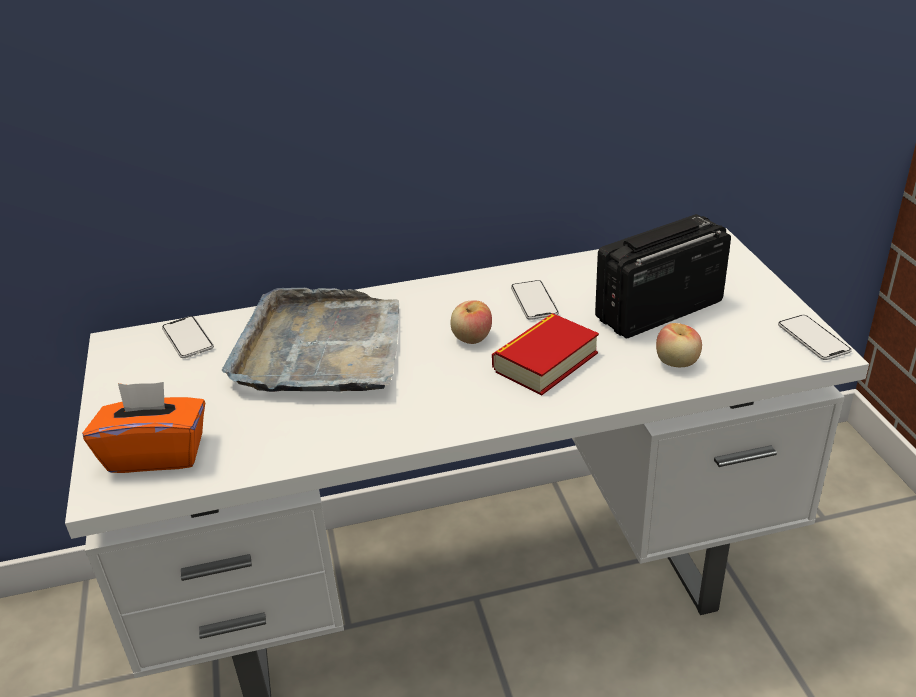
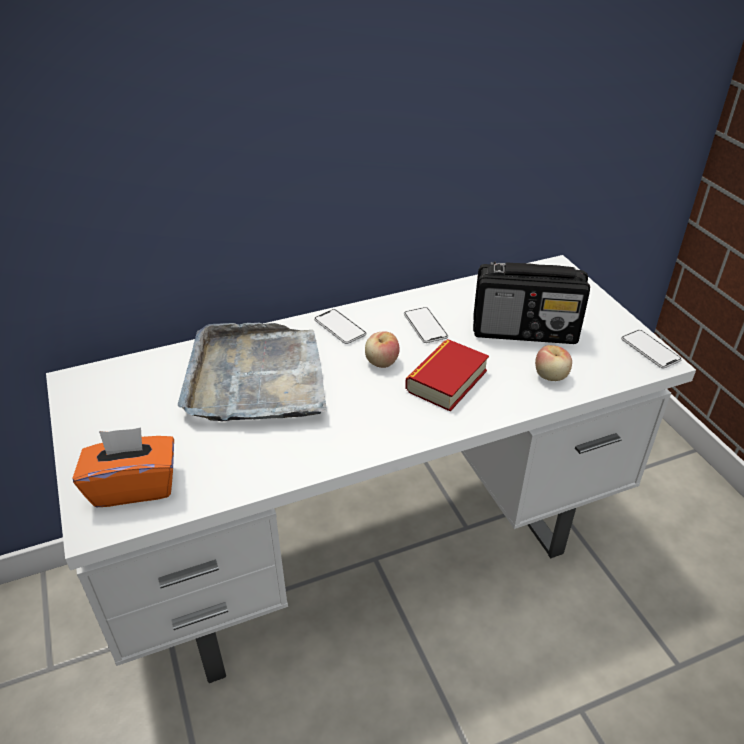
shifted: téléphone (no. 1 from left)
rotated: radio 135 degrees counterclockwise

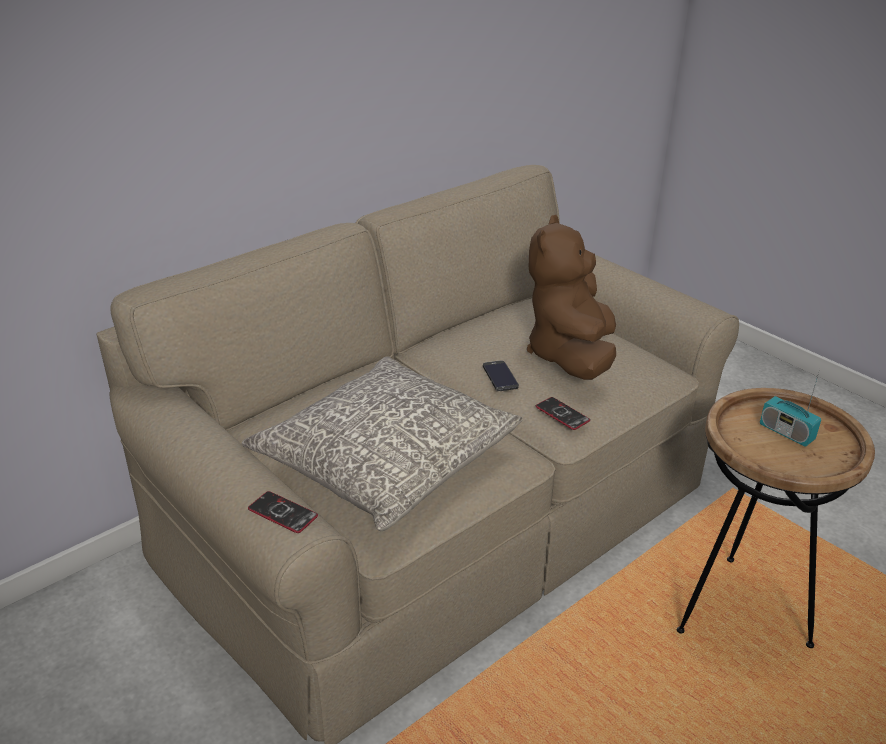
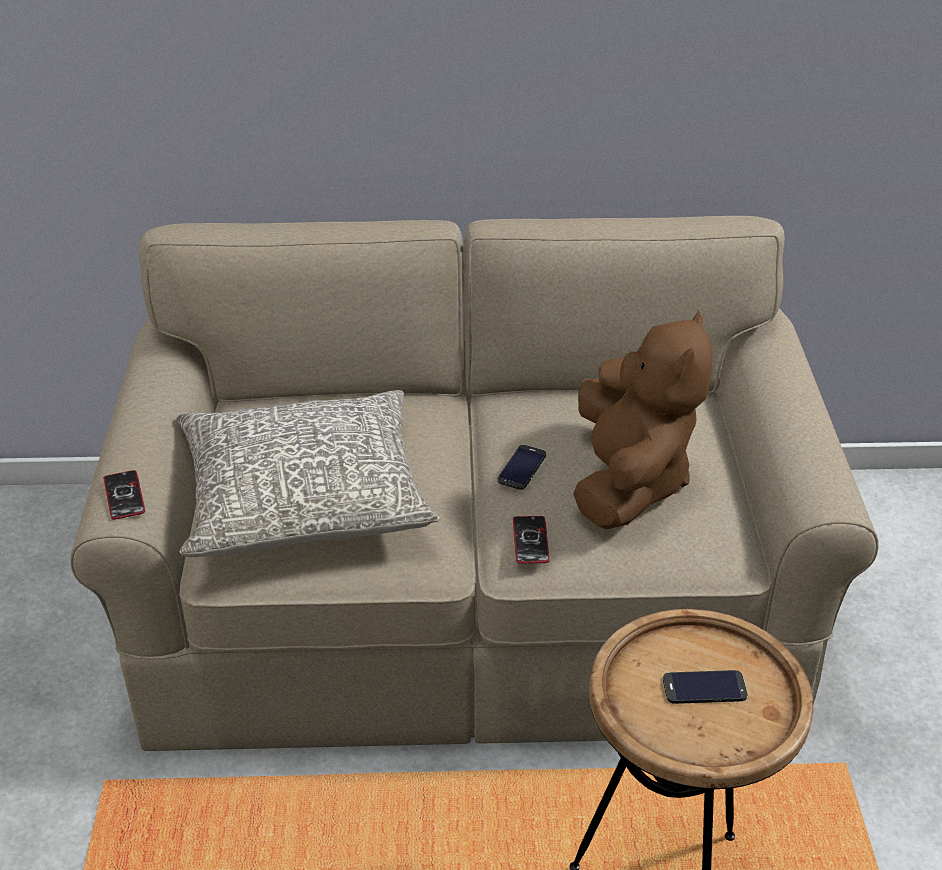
swapped: radio to téléphone (no. 4 from left)
rotated: peluche/marron 135 degrees clockwise

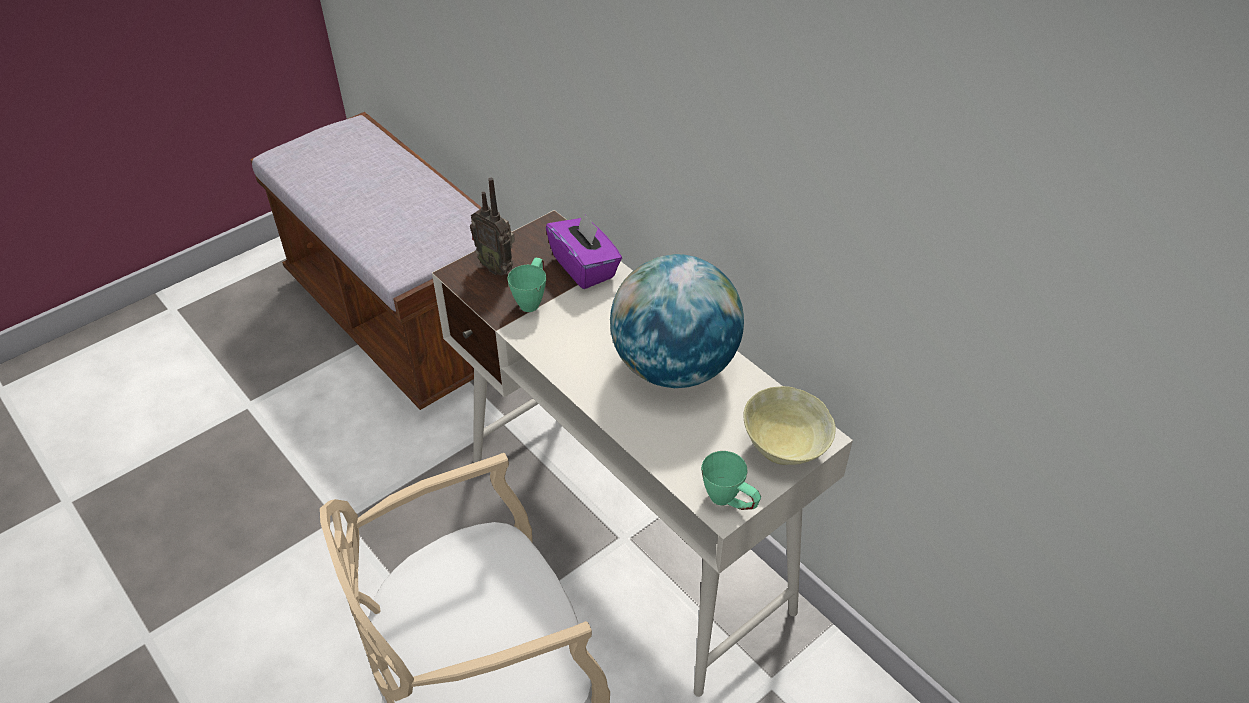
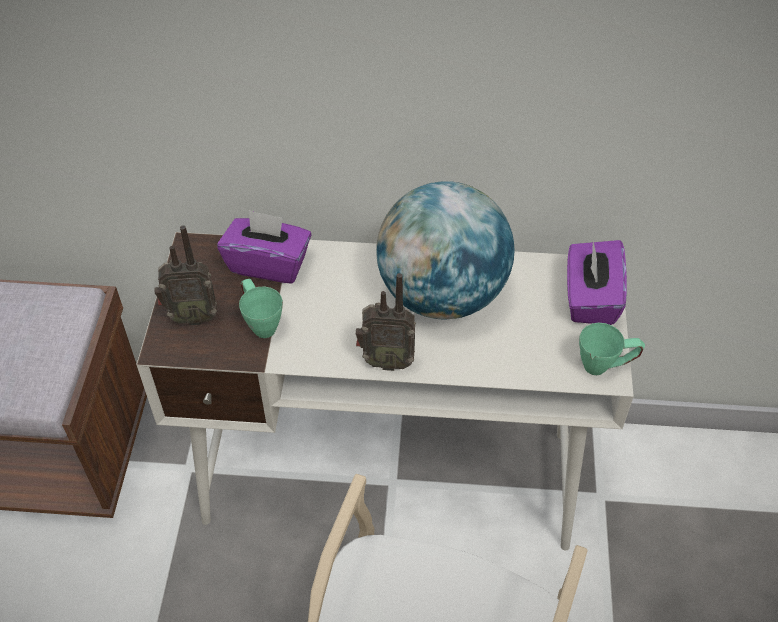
new: radio (no. 2 from left)
swapped: bol/beige to boîte à mouchoirs/violet (no. 2 from left)

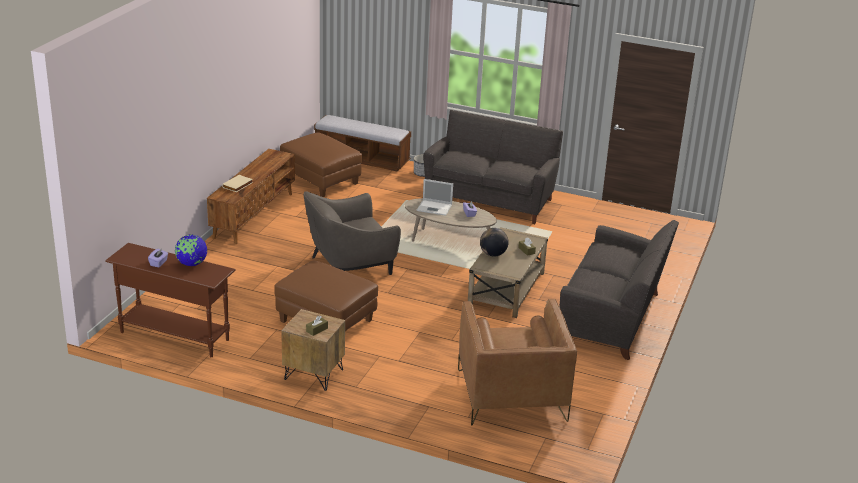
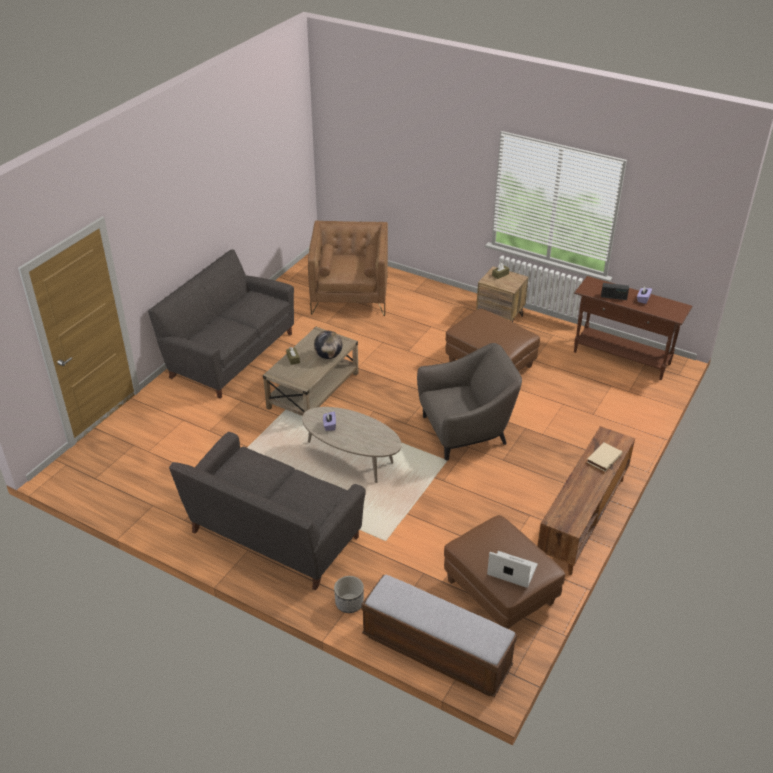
shifted: ordinateur portable
swapped: globe (no. 1 from left) to radio

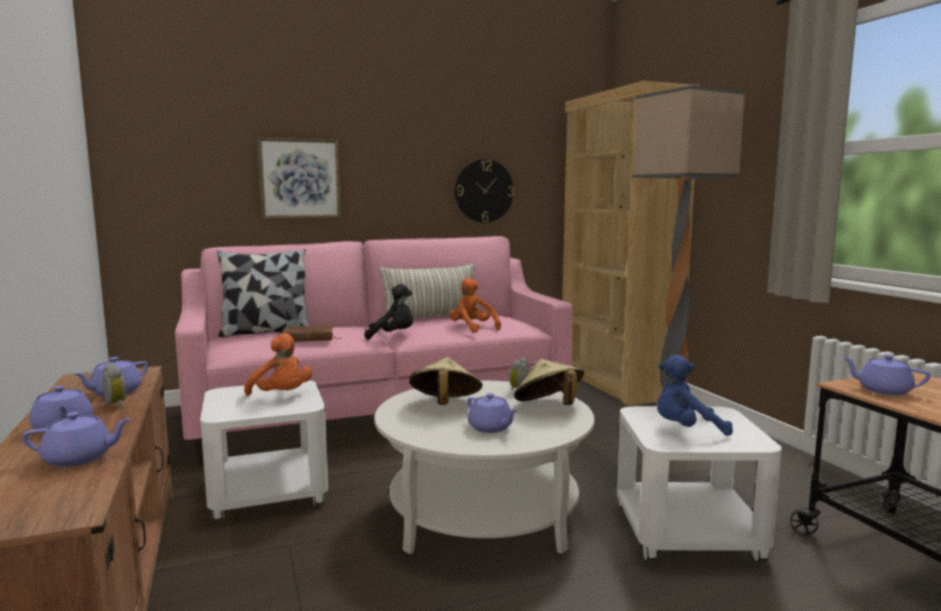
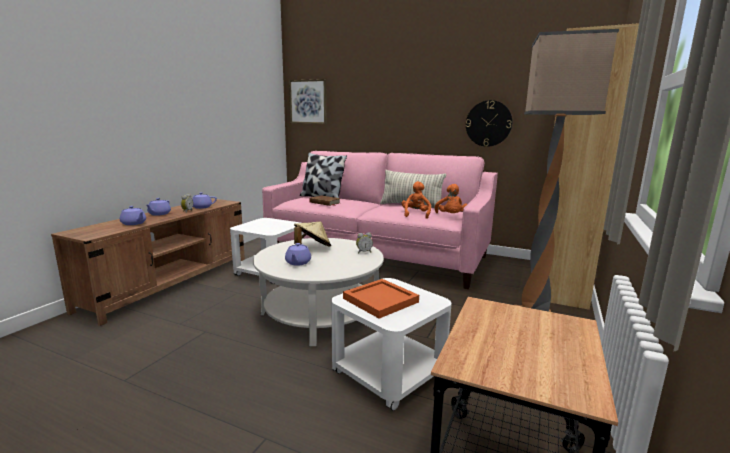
gone: peluche/noir; théière/violet (no. 5 from left); chapeau/beige (no. 2 from left)
shifted: tableau; peluche/orange (no. 1 from left in the first image) to peluche/orange (no. 2 from left)
swapped: peluche/bleu to plateau/orange

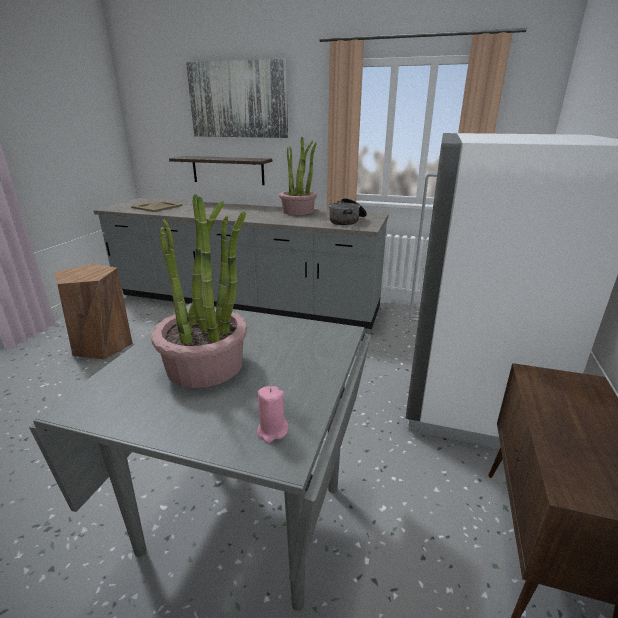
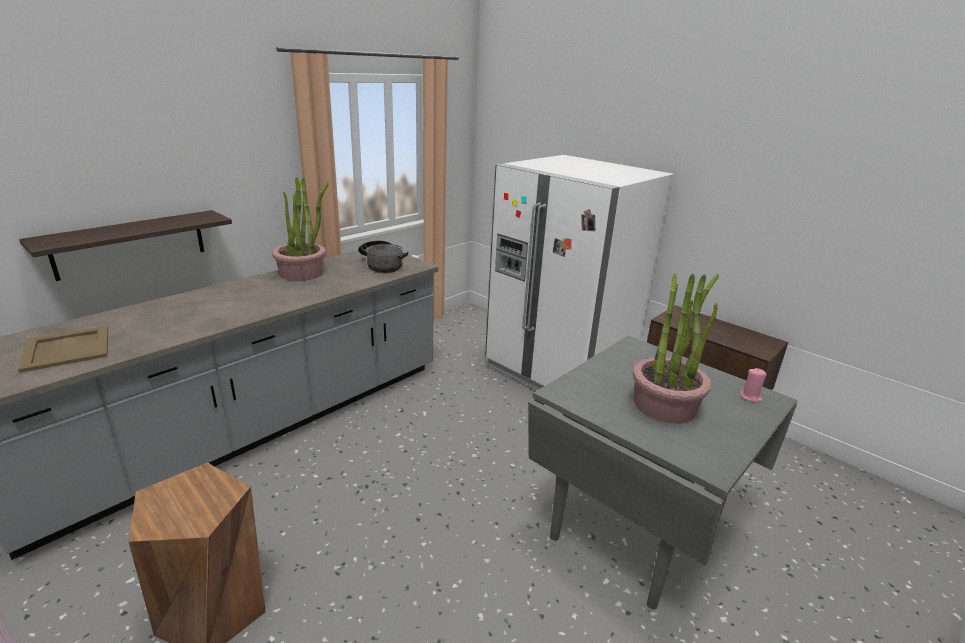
gone: tableau

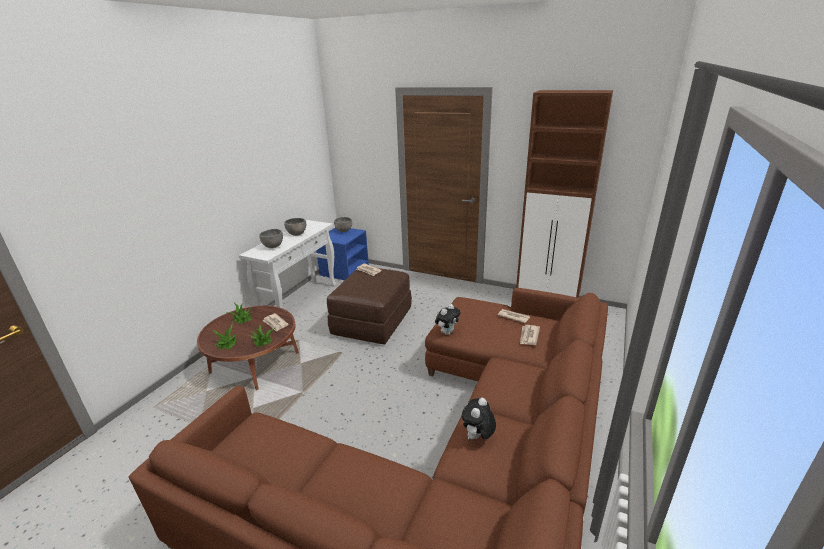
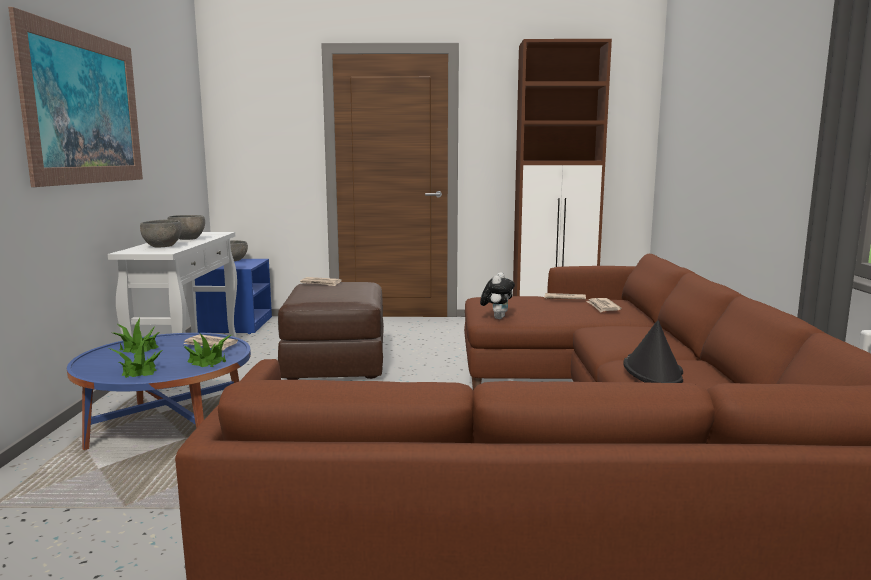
new: tableau
swapped: peluche (no. 2 from left) to chapeau/noir
repainted: table basse/marron to table basse/bleu

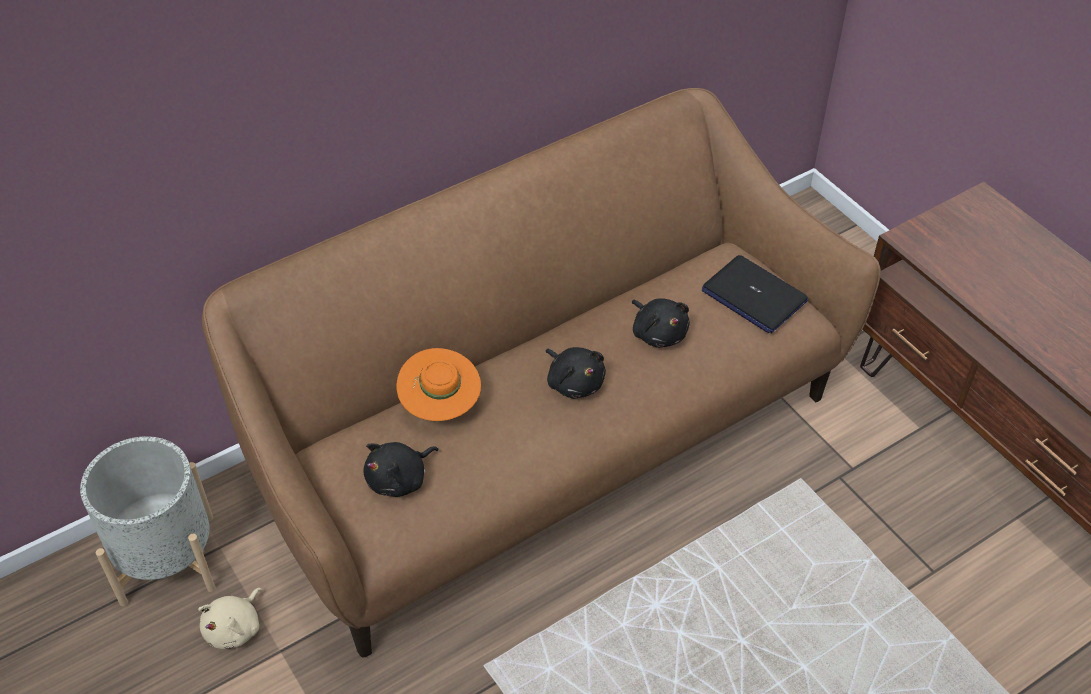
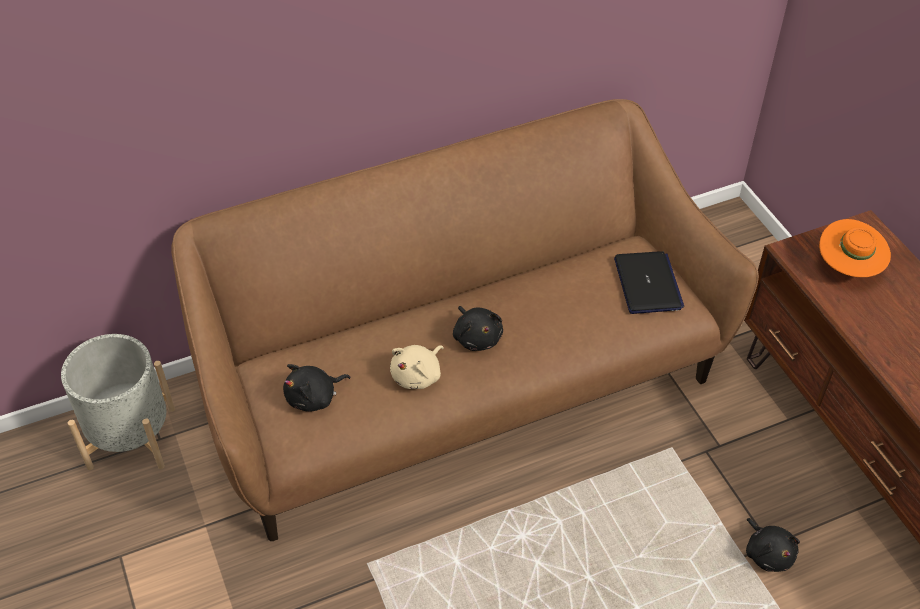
shifted: peluche/noir (no. 3 from left); chapeau/orange; peluche/beige
rotated: ordinateur portable 150 degrees counterclockwise

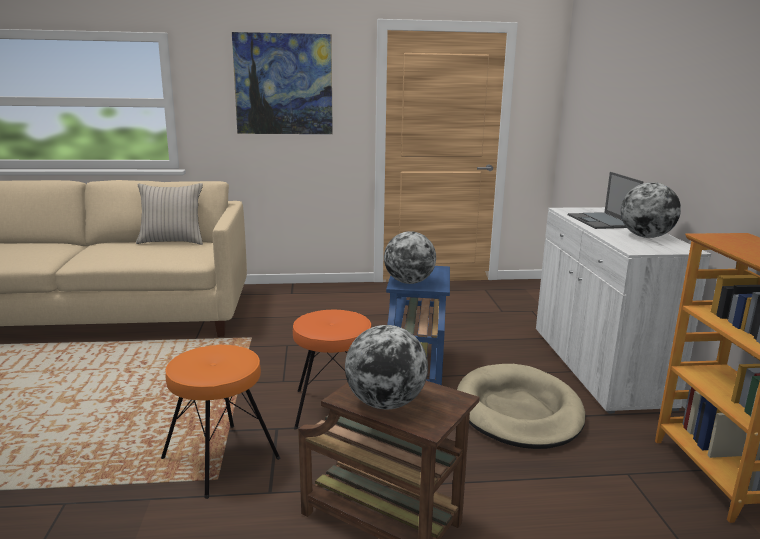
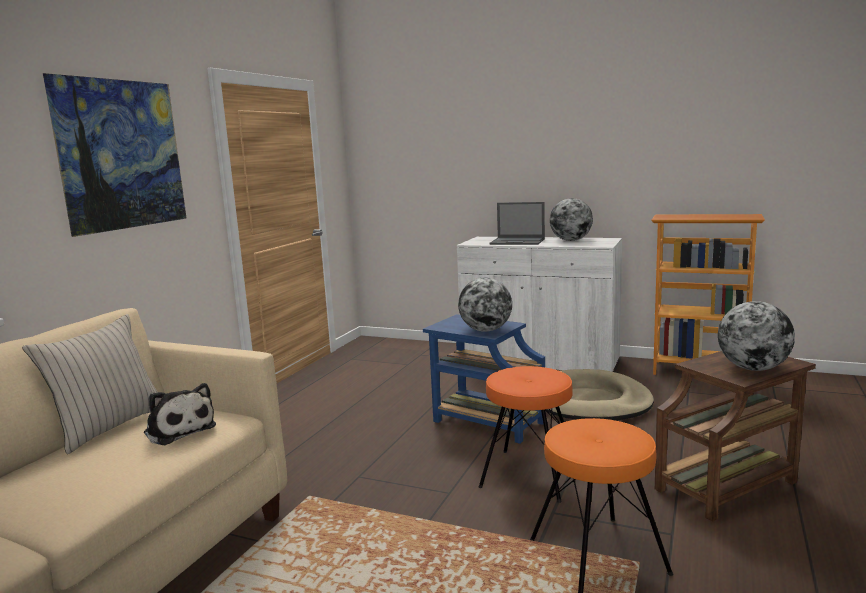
new: peluche

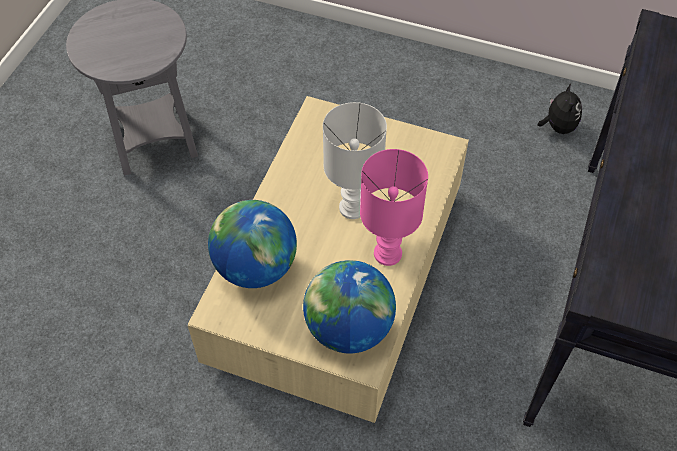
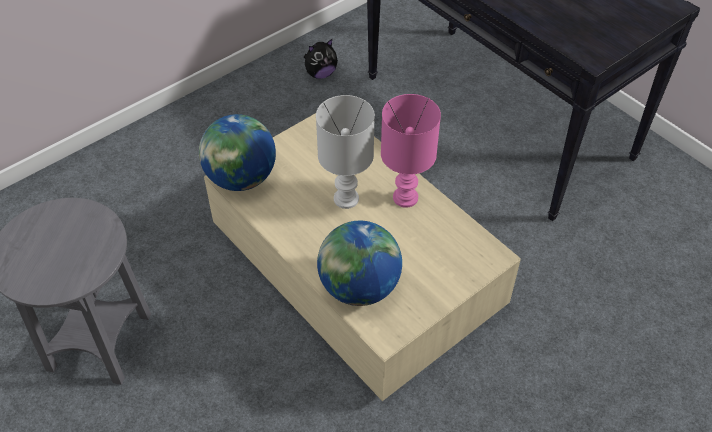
shifted: globe (no. 2 from left in the first image) to globe (no. 1 from left)
rotated: peluche 120 degrees clockwise

